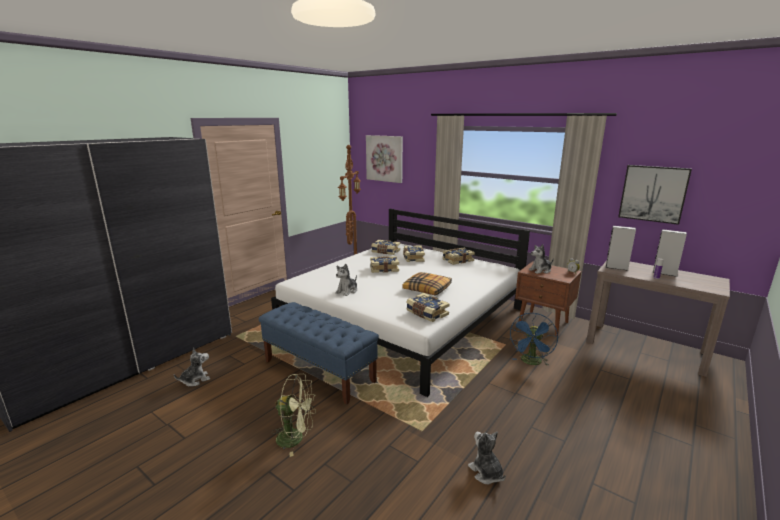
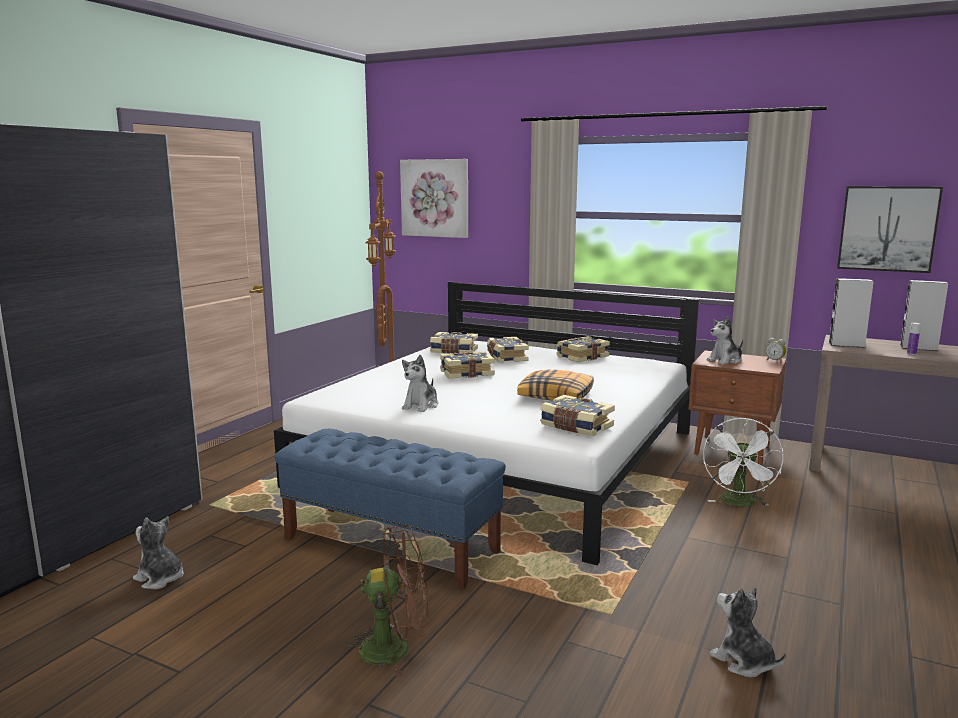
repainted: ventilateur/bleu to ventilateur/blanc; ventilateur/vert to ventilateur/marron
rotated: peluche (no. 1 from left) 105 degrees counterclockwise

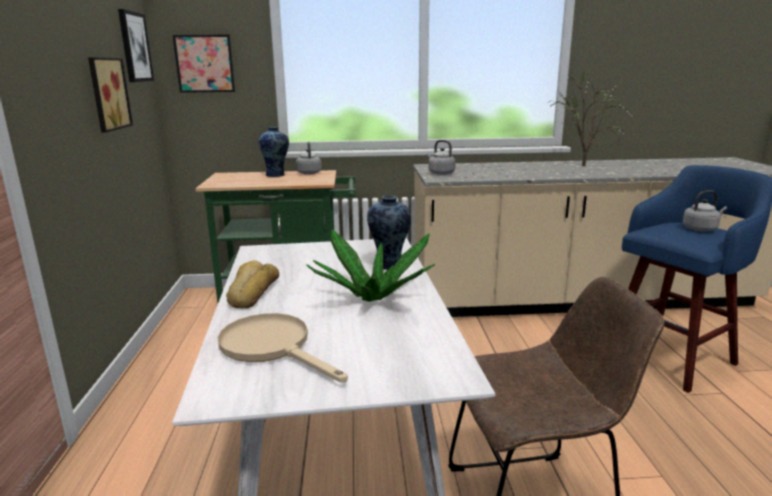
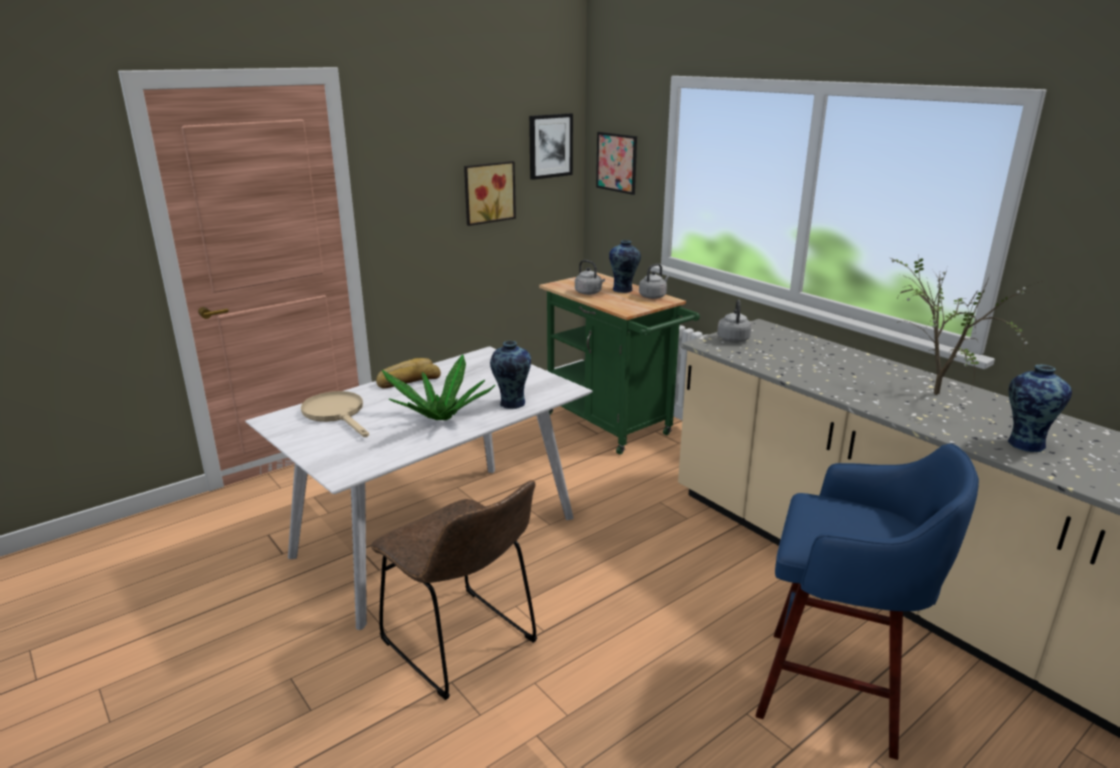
new: vase (no. 3 from left)
shifted: bouilloire/gris (no. 3 from left in the first image) to bouilloire/gris (no. 1 from left)
rotated: poêle/beige 45 degrees counterclockwise

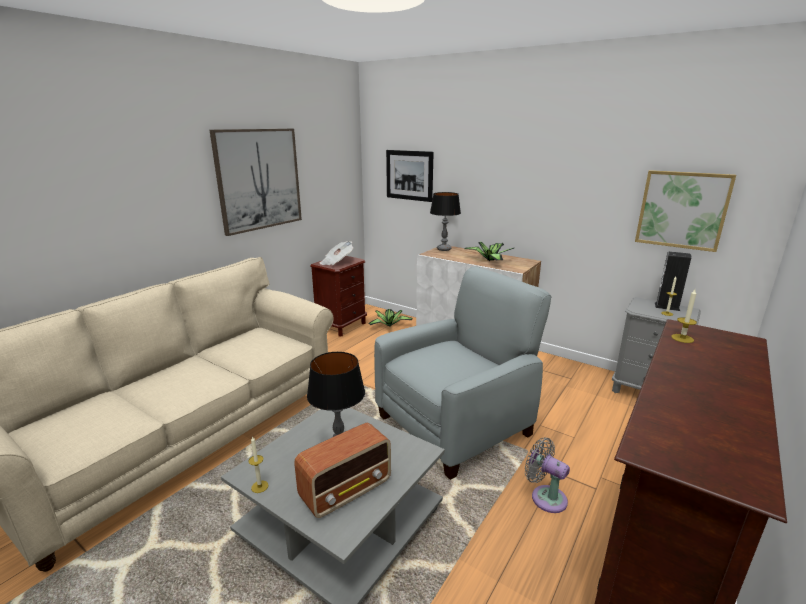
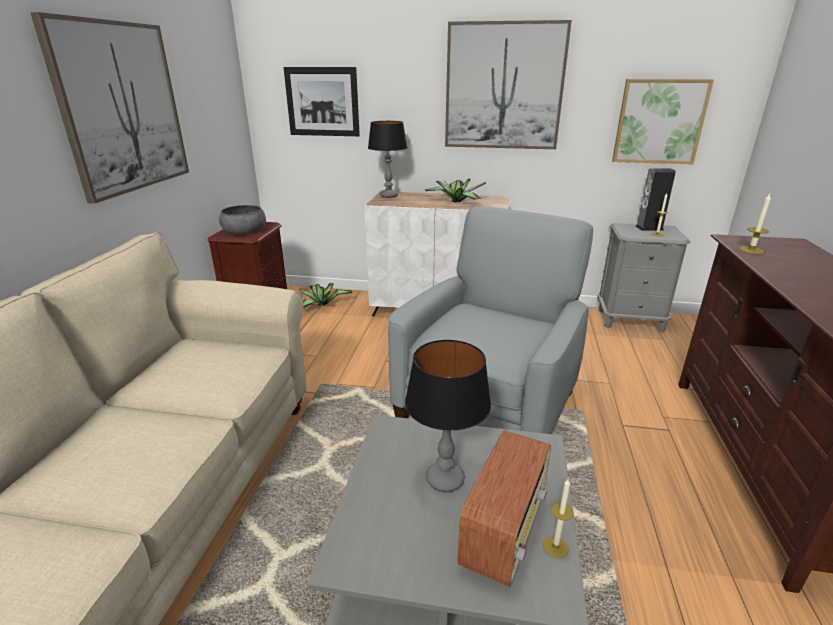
gone: ventilateur/gris
new: tableau (no. 3 from left)
shifted: bougie (no. 1 from left)
swapped: journal to bol/gris

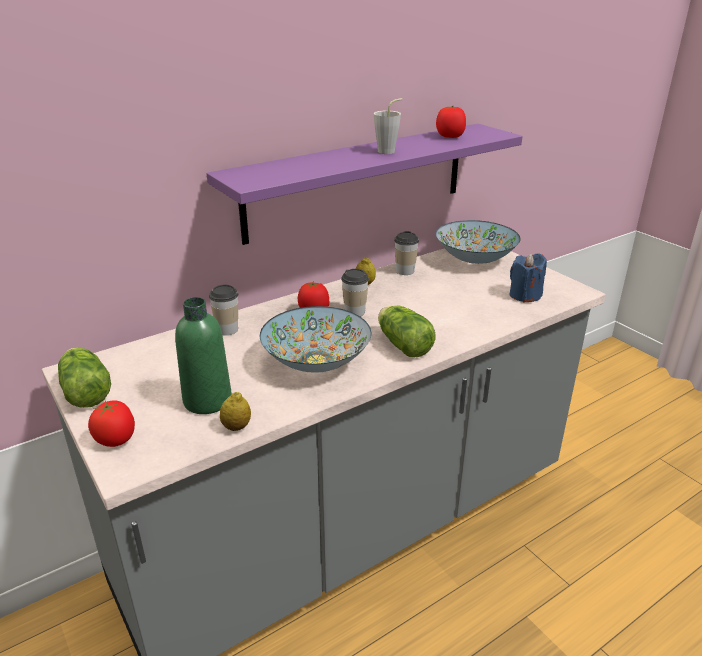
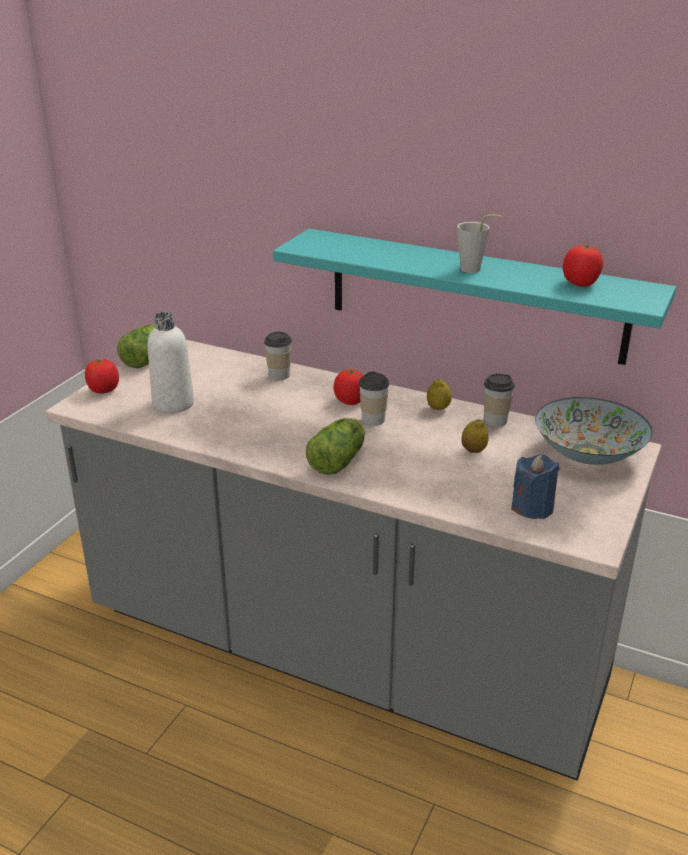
gone: bol (no. 1 from left)
shifted: citron (no. 1 from left in the first image) to citron (no. 2 from left)
repainted: étagère/violet to étagère/turquoise; bouteille/vert to bouteille/blanc

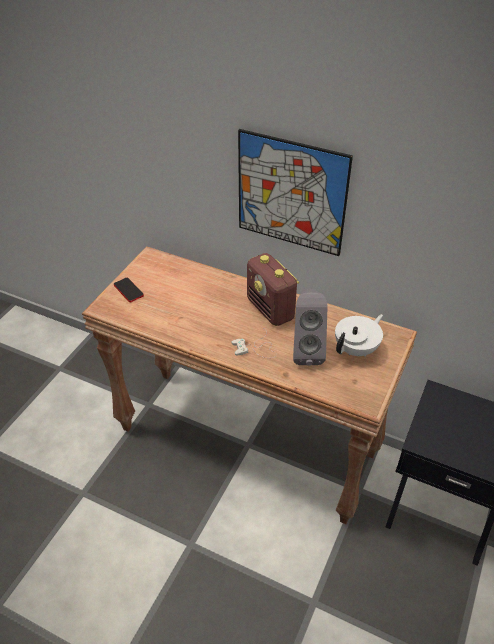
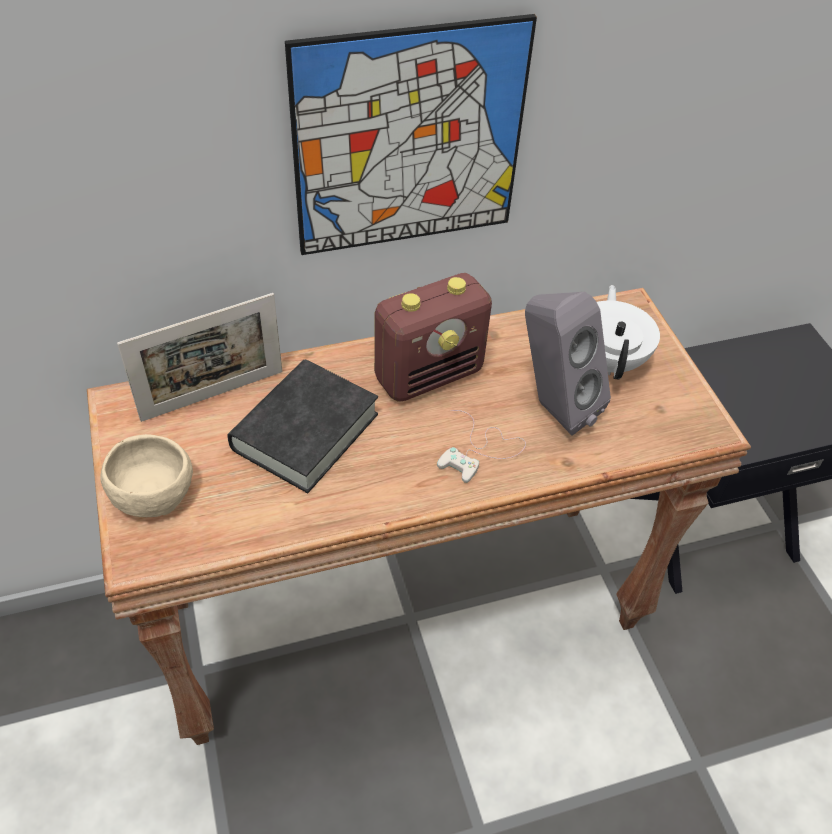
new: cadre photo; livre/noir
swapped: téléphone to bol/beige
rotated: radio 45 degrees counterclockwise

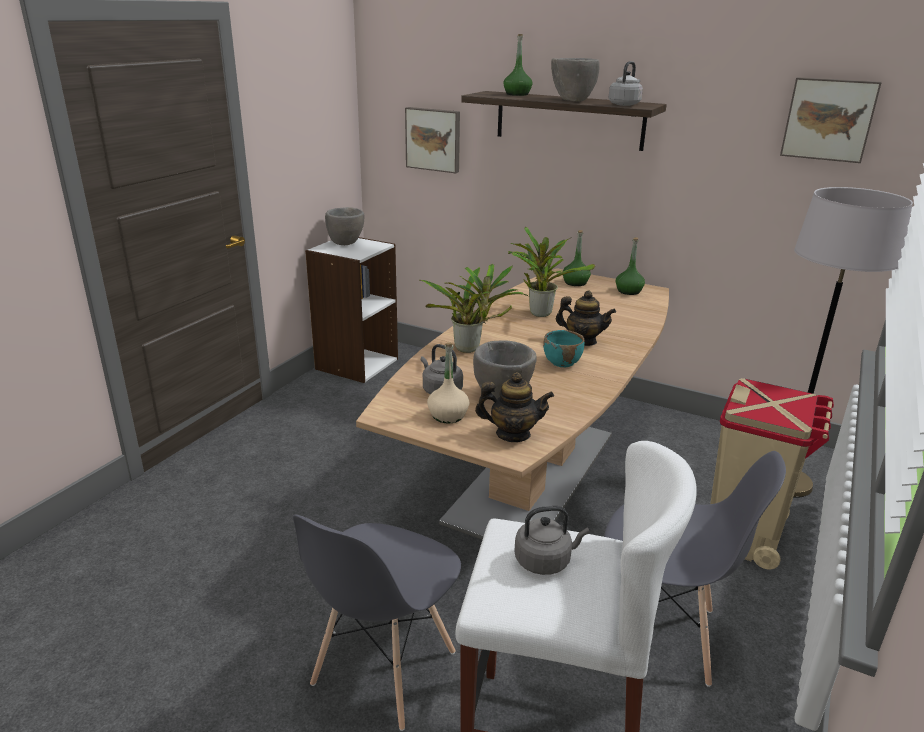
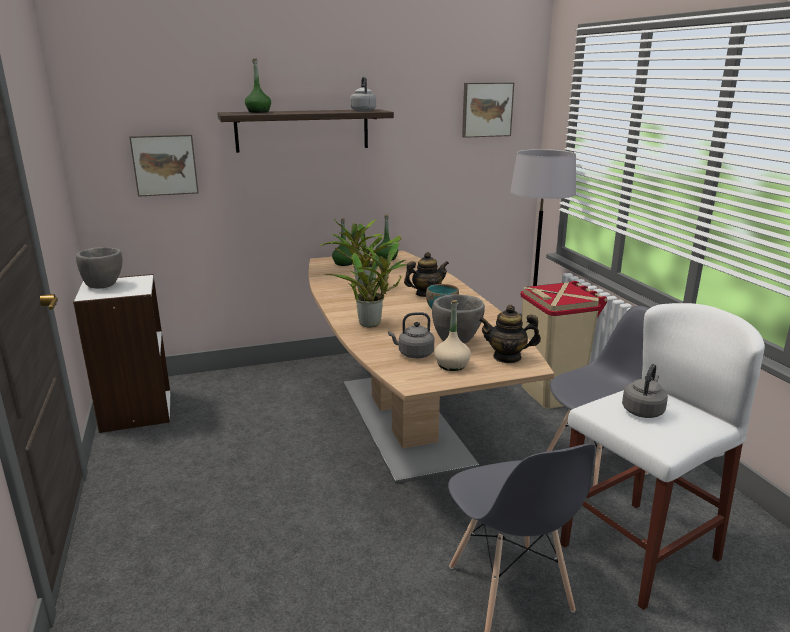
gone: bol/gris (no. 3 from left)
rotated: théière (no. 1 from left in the first image) 135 degrees counterclockwise

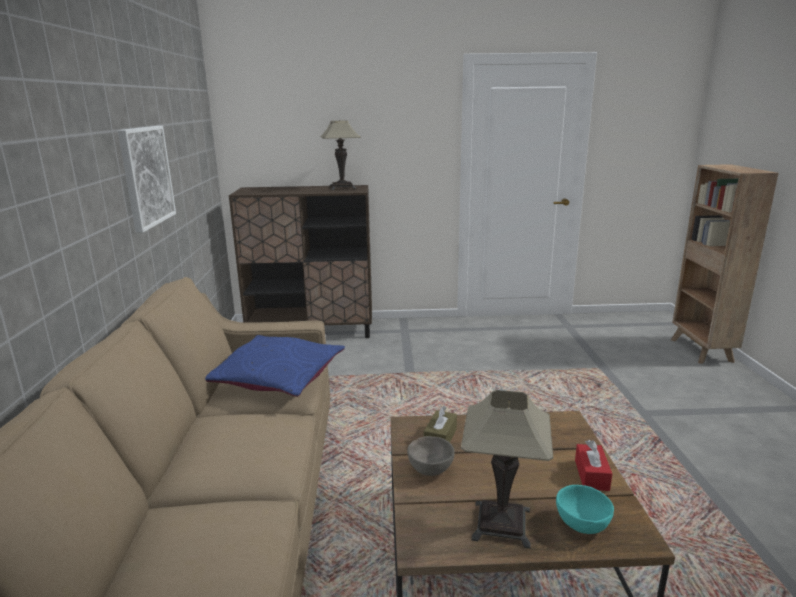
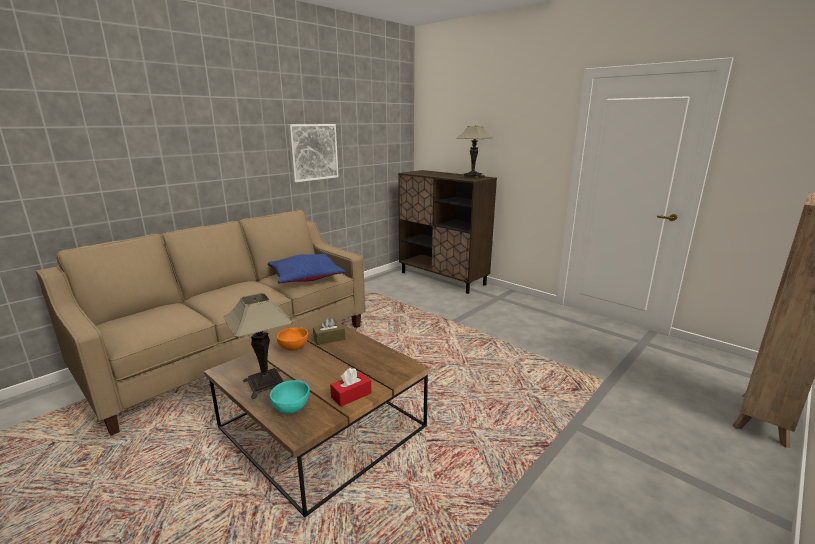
repainted: bol/gris to bol/orange

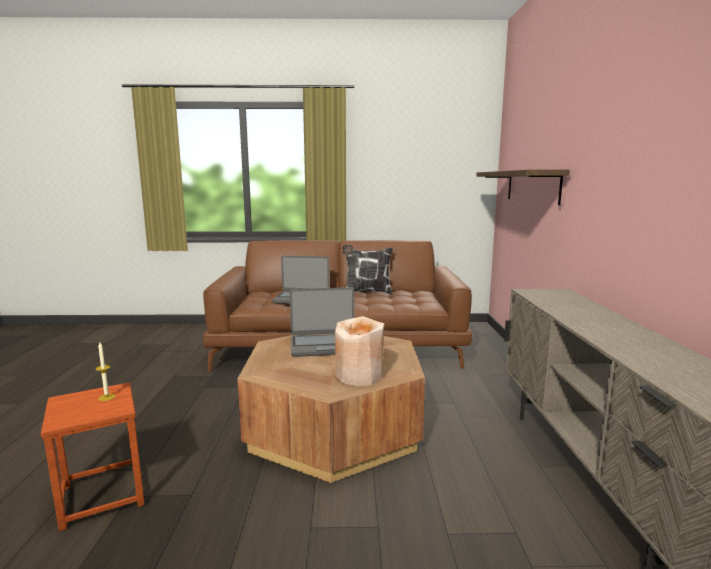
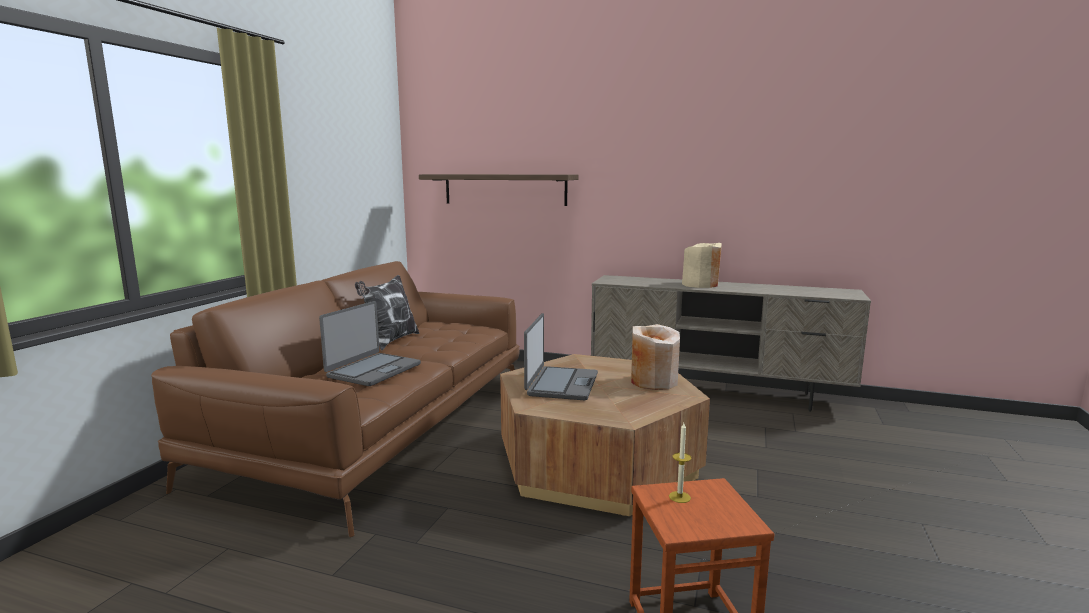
new: vase/beige (no. 2 from left)

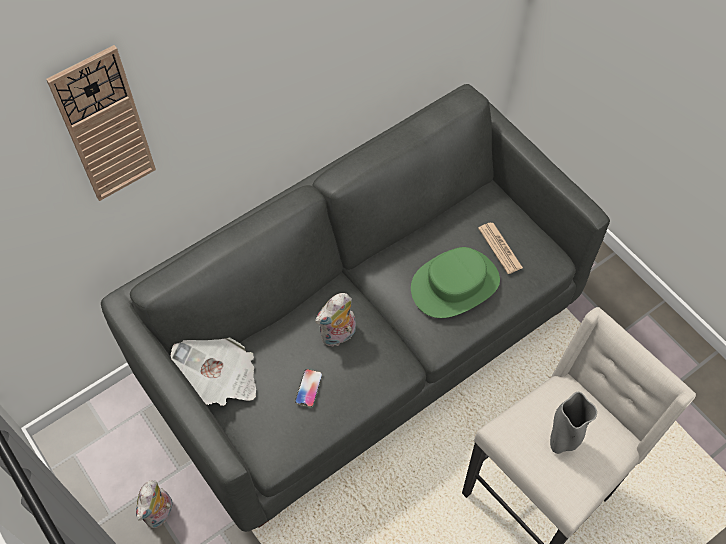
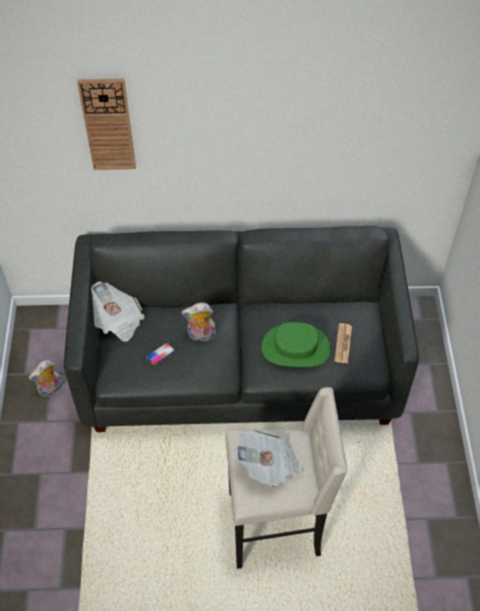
swapped: vase/gris to journal (no. 2 from left)

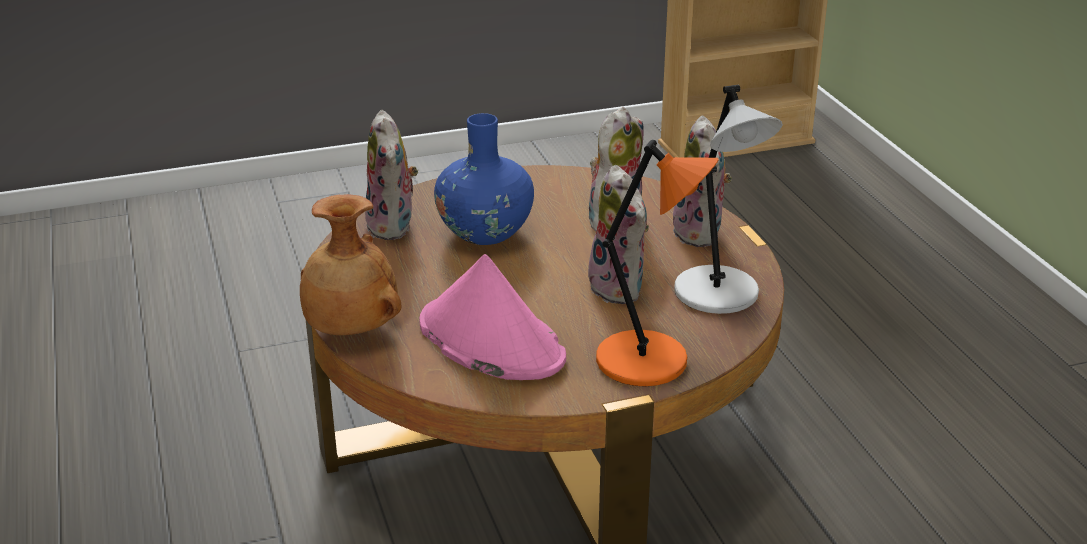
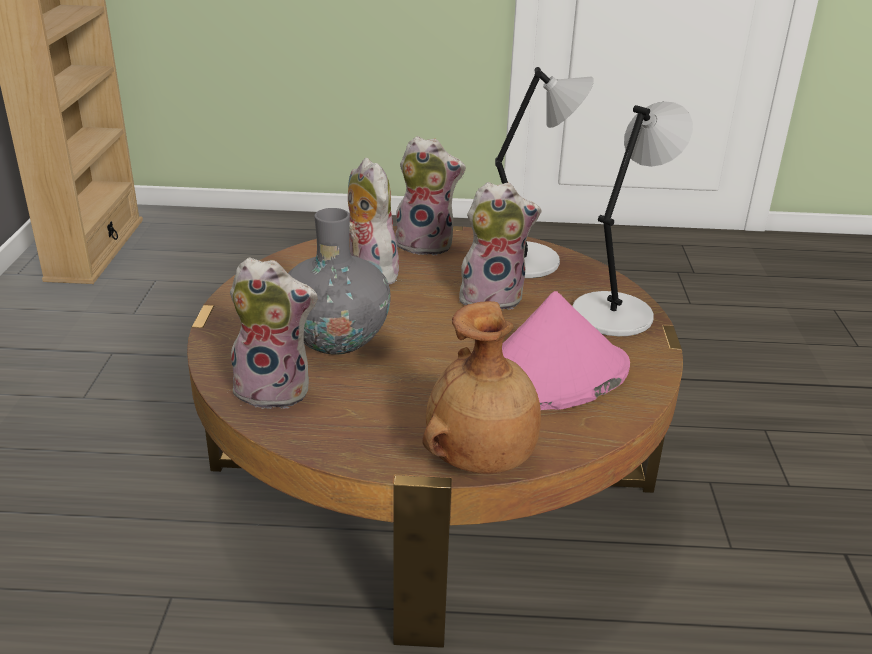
repainted: vase/bleu to vase/gris; lampe de table/orange to lampe de table/gris (no. 2 from left)

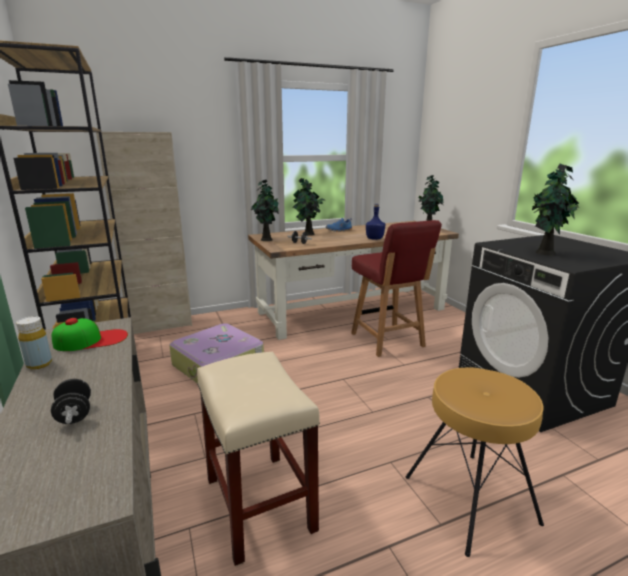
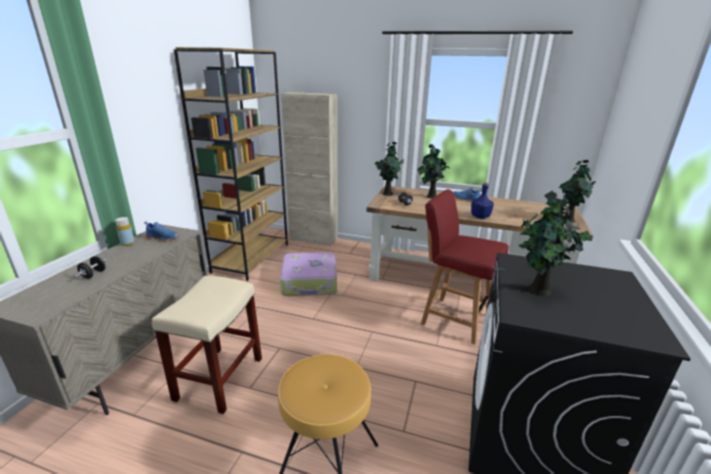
swapped: casquette to chaussure/bleu (no. 1 from left)
rotated: chaise/rouge 105 degrees clockwise

